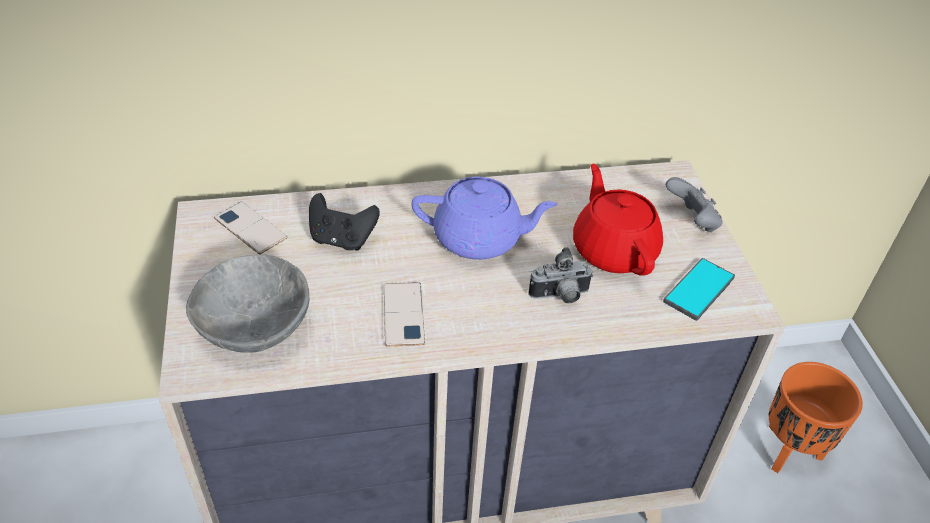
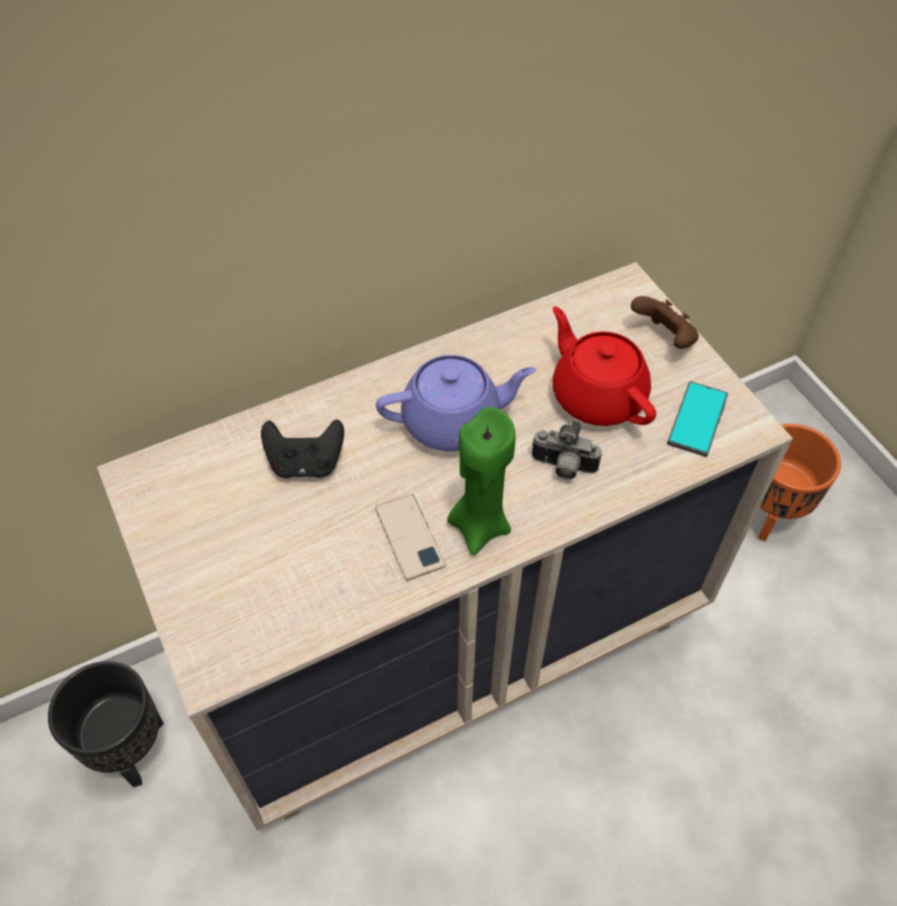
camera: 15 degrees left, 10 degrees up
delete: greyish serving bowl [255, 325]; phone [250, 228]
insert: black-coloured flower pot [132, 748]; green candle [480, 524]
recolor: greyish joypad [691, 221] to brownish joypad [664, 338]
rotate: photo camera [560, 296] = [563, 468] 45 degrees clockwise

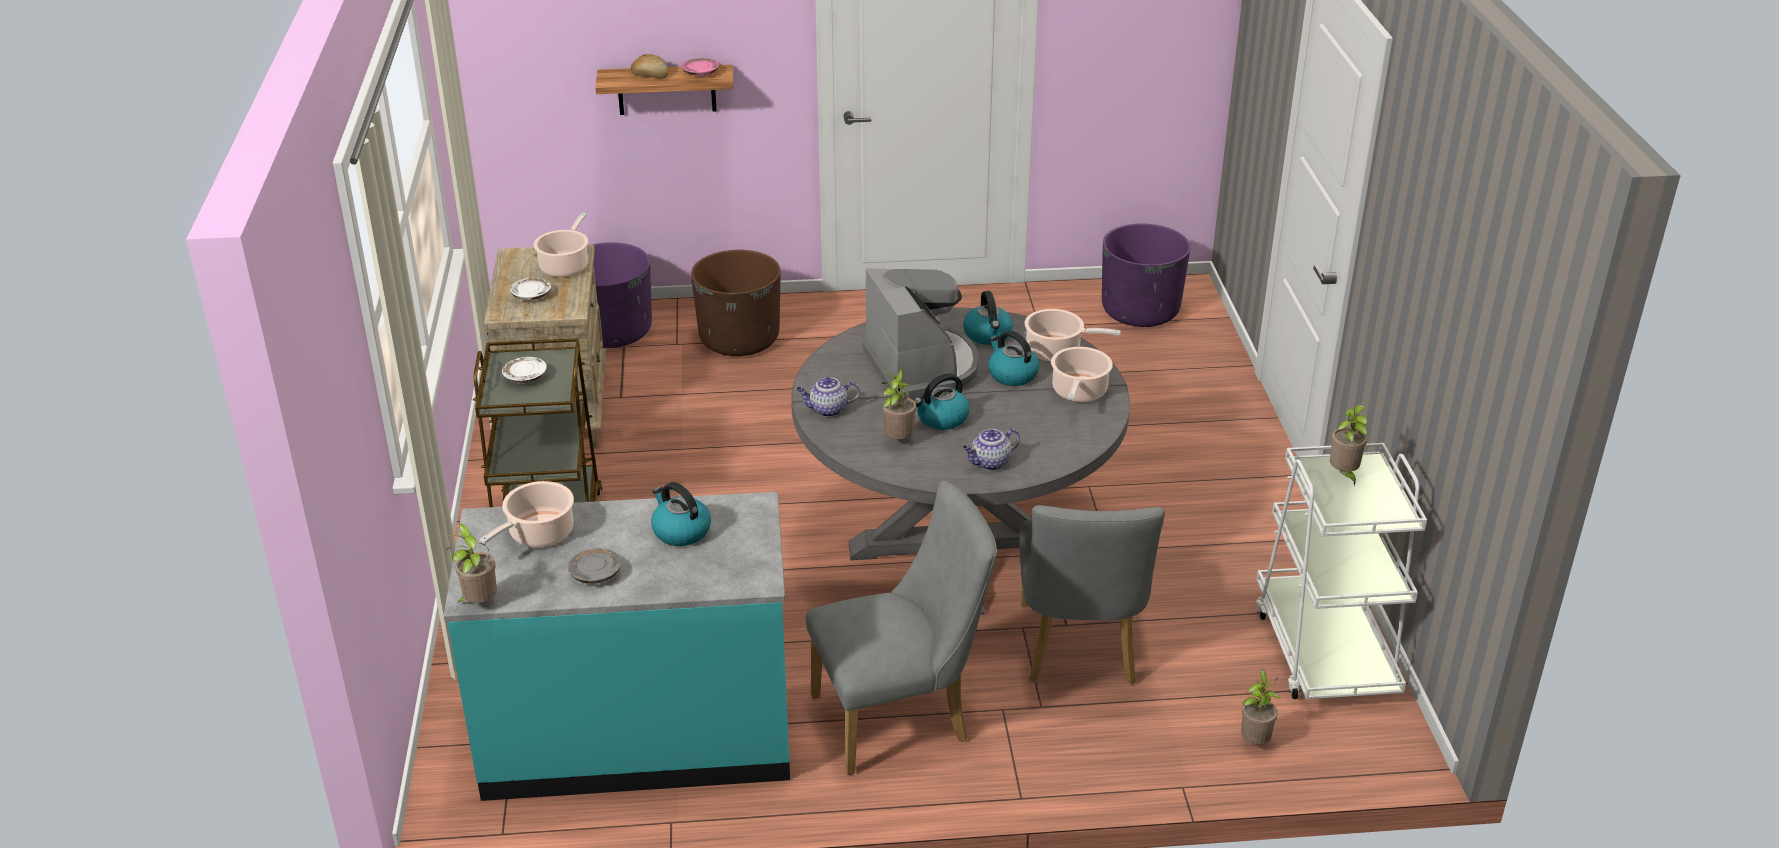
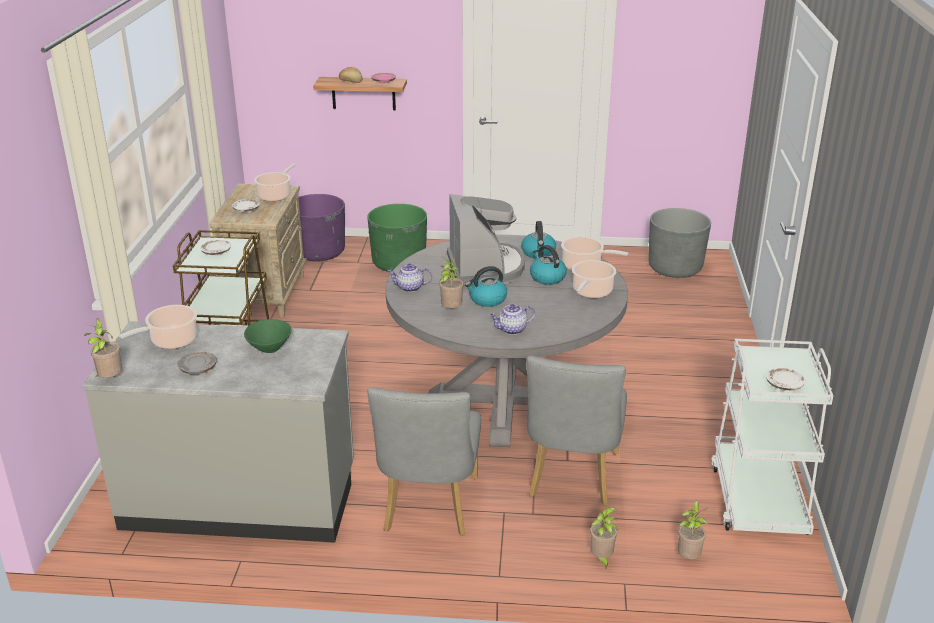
camera: 10 degrees right, 5 degrees down
insert: whitish plate [784, 385]
move: houseplant [1343, 475] to [601, 559]
replace: water kettle [680, 531] to green serving bowl [269, 348]
recolor: blue-green counter [638, 734] to greyish counter [240, 499]; brownish flower pot [739, 339] to green flower pot [399, 263]; purple flower pot [1140, 311] to greyish flower pot [675, 268]
rotate: greyish plain chair [901, 718] = [428, 509] 105 degrees clockwise

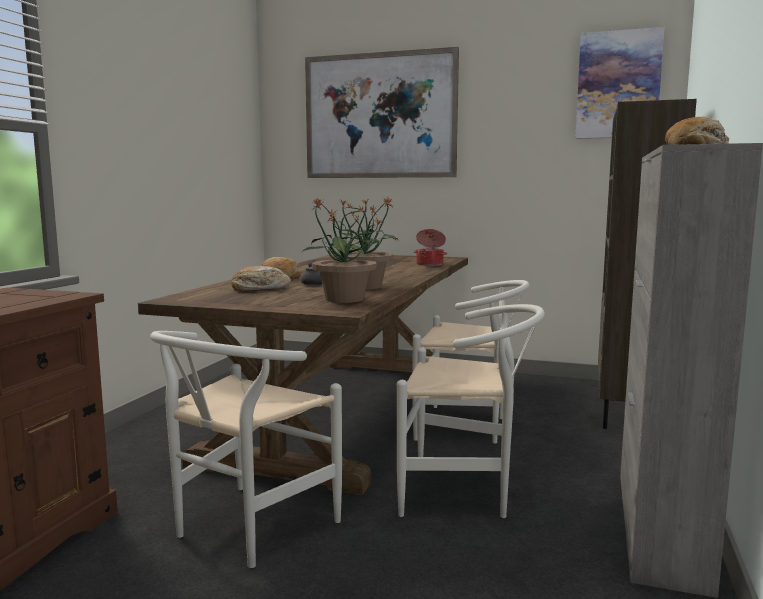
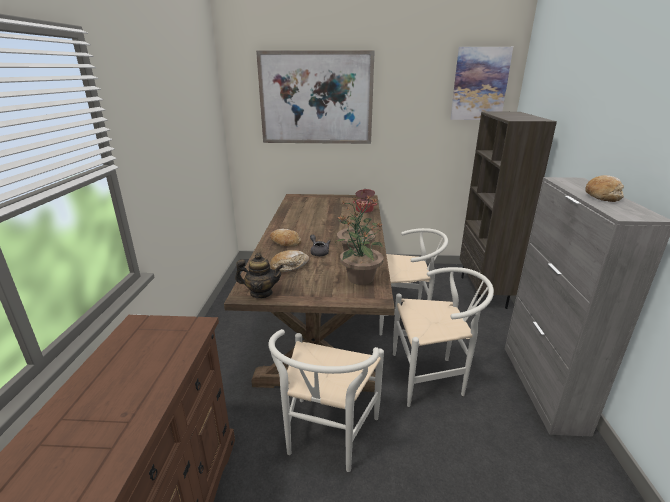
camera: 15 degrees left, 15 degrees up
insert: teapot [261, 293]

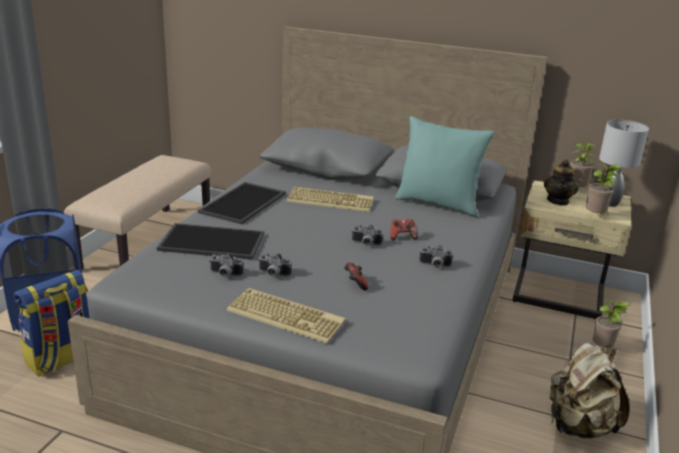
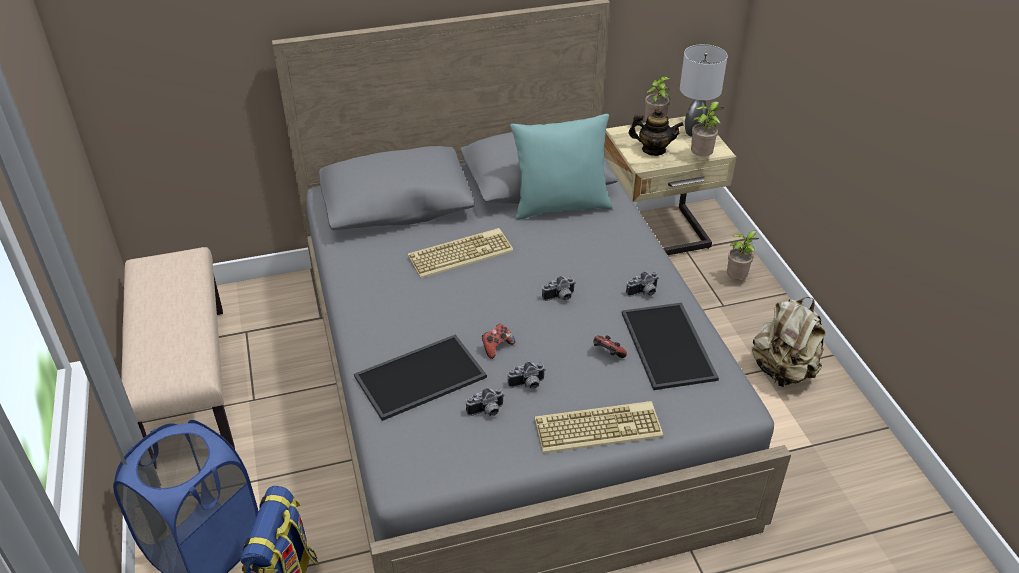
camera: 35 degrees left, 15 degrees up
move: joypad [402, 237] to [496, 347]; serving tray [244, 203] to [670, 346]
rotate: teapot [558, 201] = [653, 150] 60 degrees counterclockwise

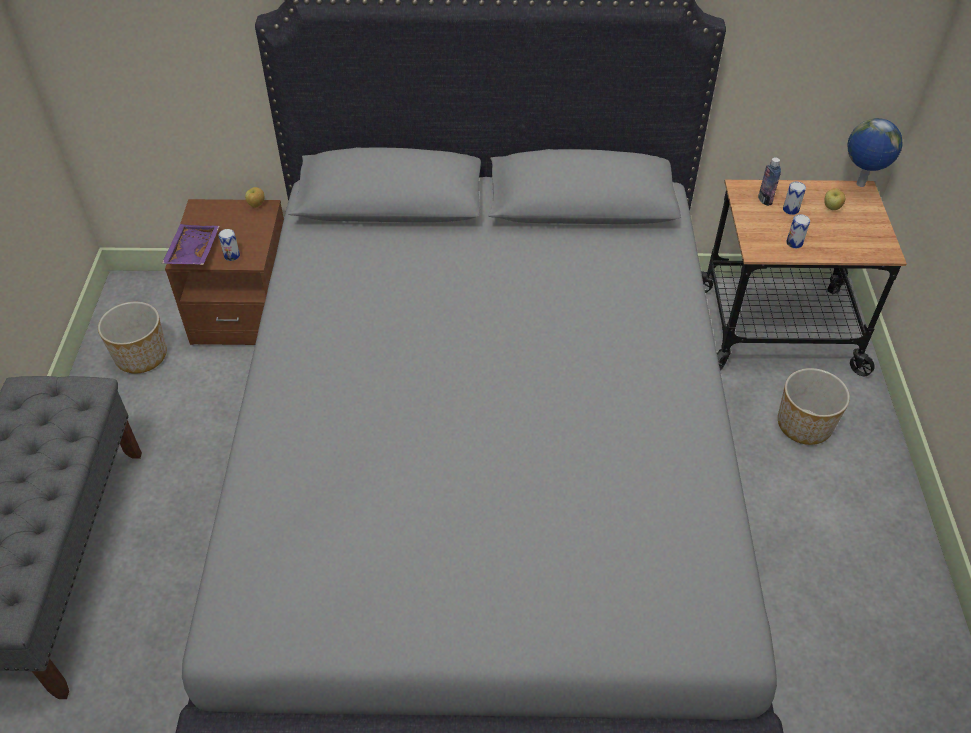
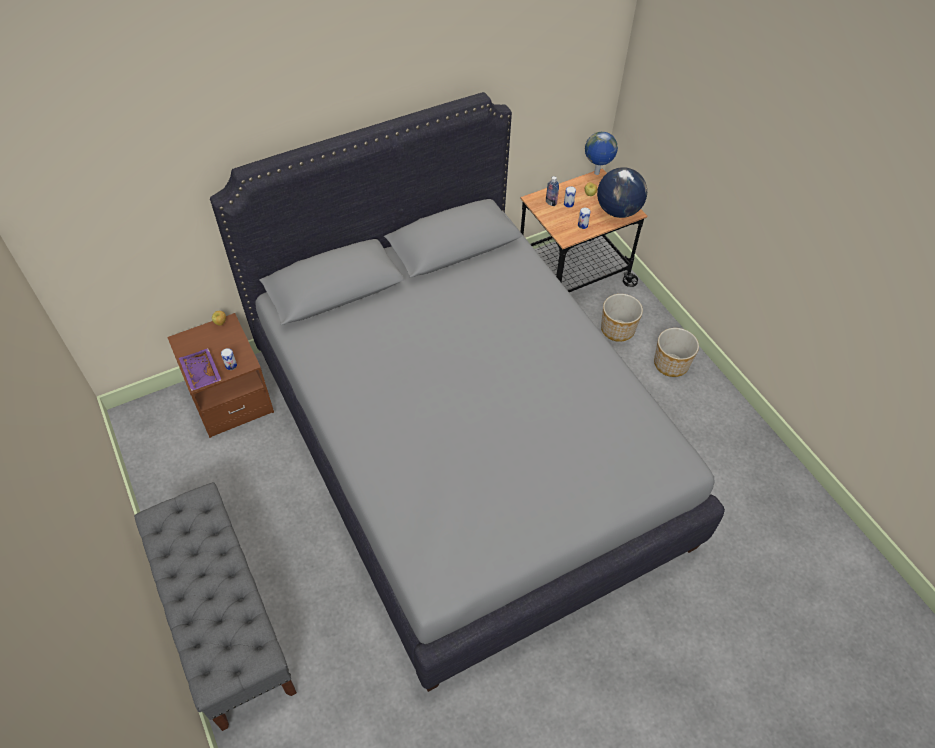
camera: 30 degrees left, 5 degrees up
insert: globe [618, 211]
move: flower pot [142, 356] to [671, 364]

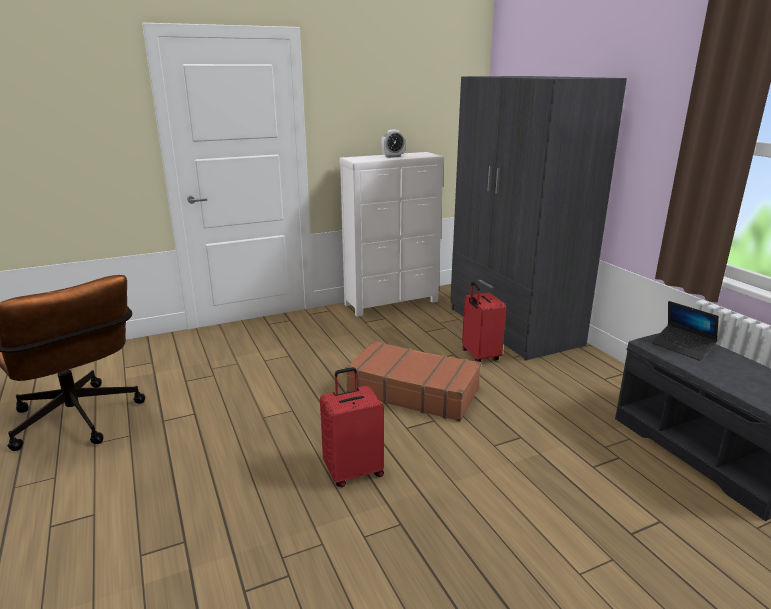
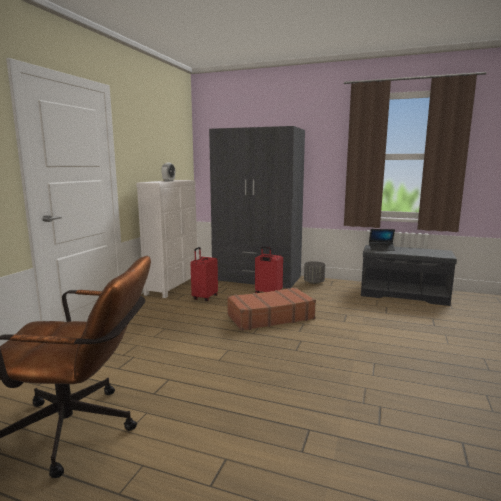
camera: 45 degrees left, 10 degrees down
insert: greyish flower pot [314, 282]
move: red-coloured piece of luggage [353, 471] to [204, 297]

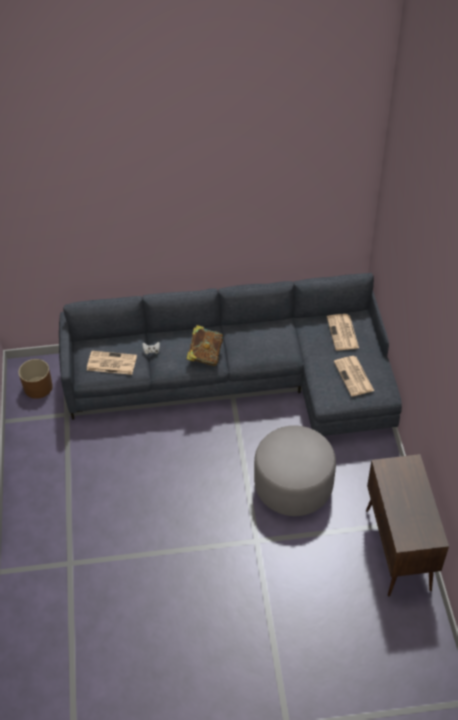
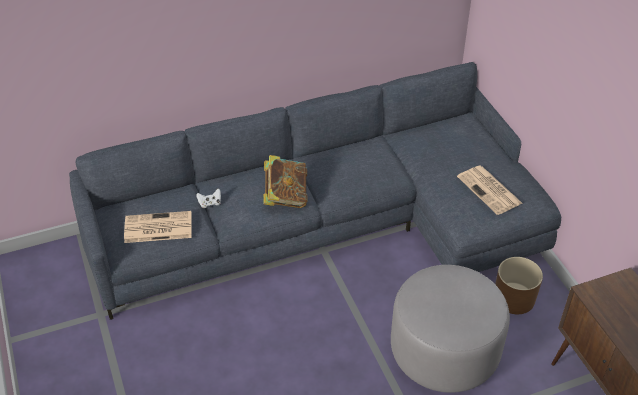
camera: 15 degrees left, 5 degrees down
delete: daily paper [343, 333]
move: brownish flower pot [38, 387] to [514, 298]

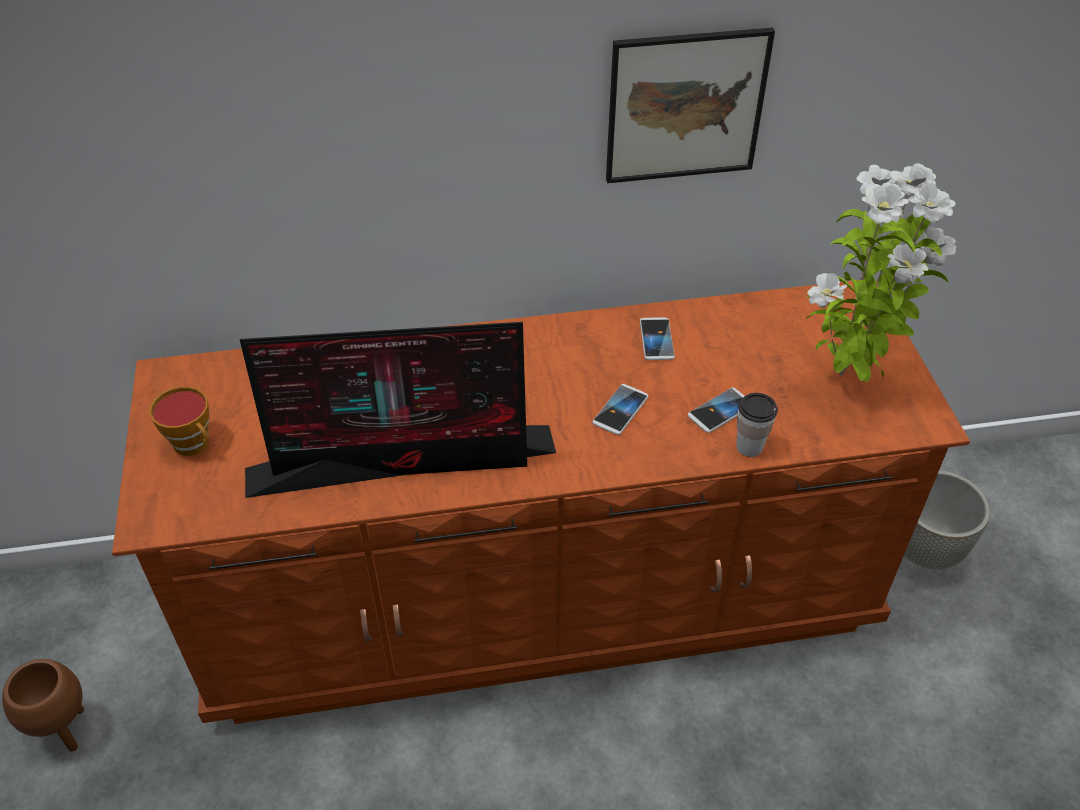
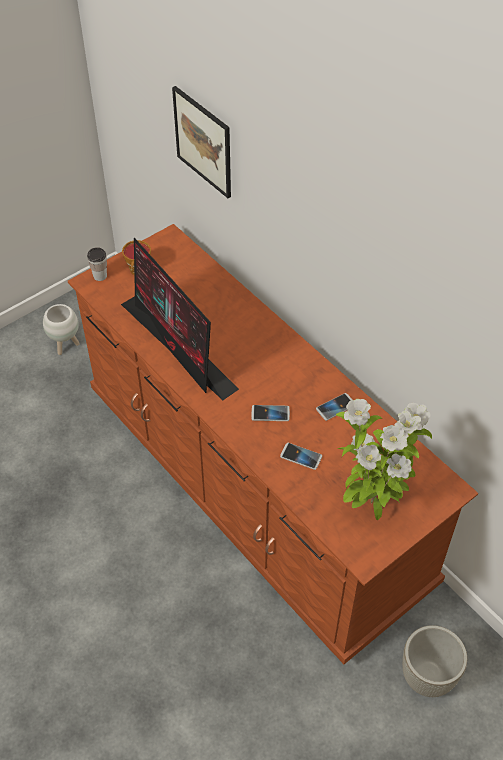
camera: 60 degrees right, 5 degrees up
move: small cup [749, 447] to [100, 276]; wall art [685, 106] to [203, 142]
recolor: brownish flower pot [64, 731] to whitish flower pot [65, 345]

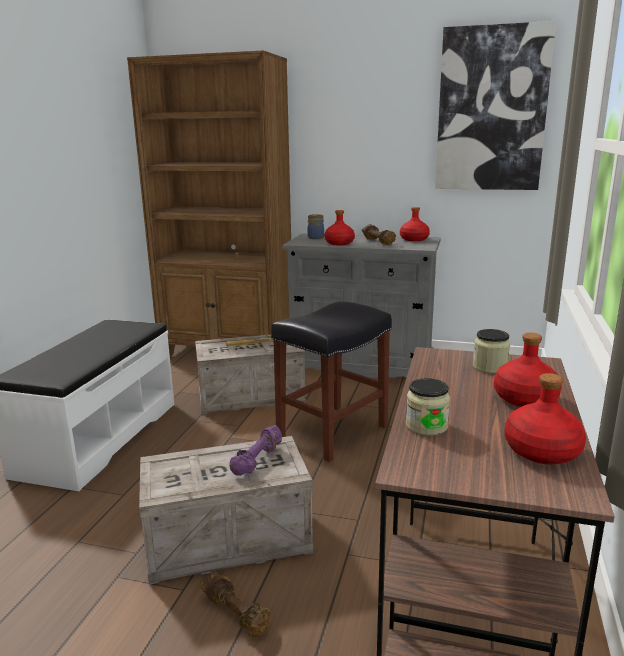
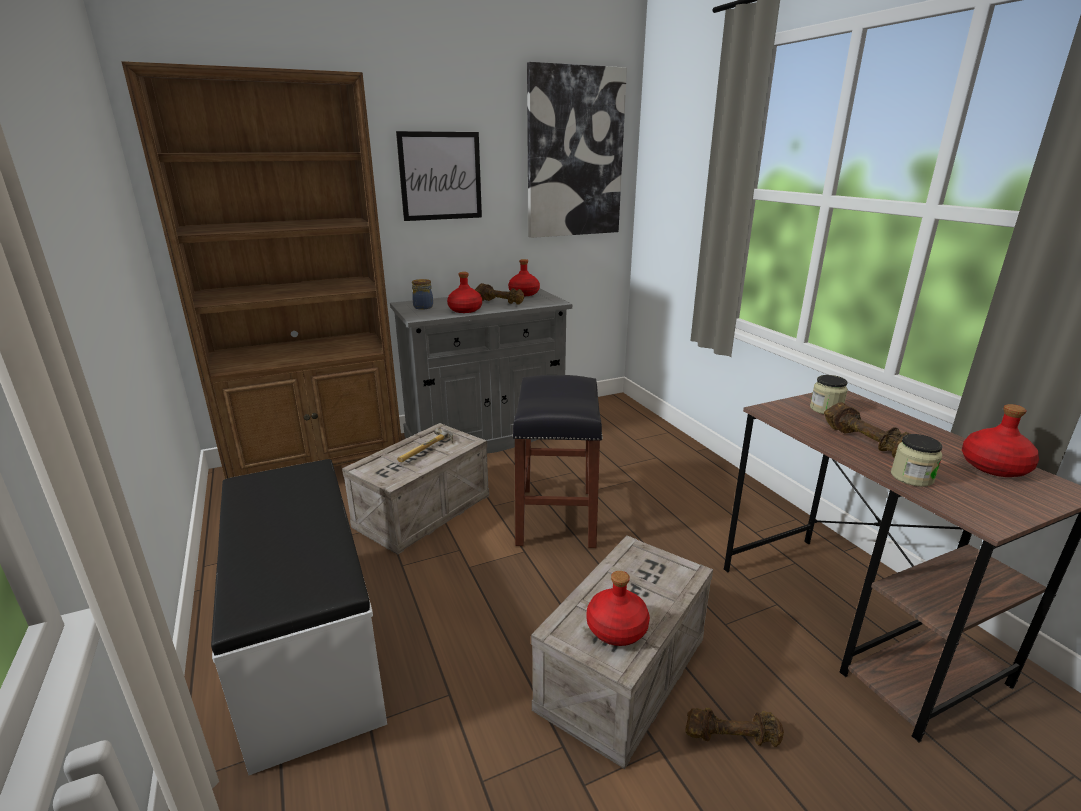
camera: 40 degrees left, 5 degrees up
delete: purple free weight [258, 460]
insert: wall art [440, 176]; brownish free weight [865, 442]
move: red-coloured drink bottle [525, 399] to [617, 629]

